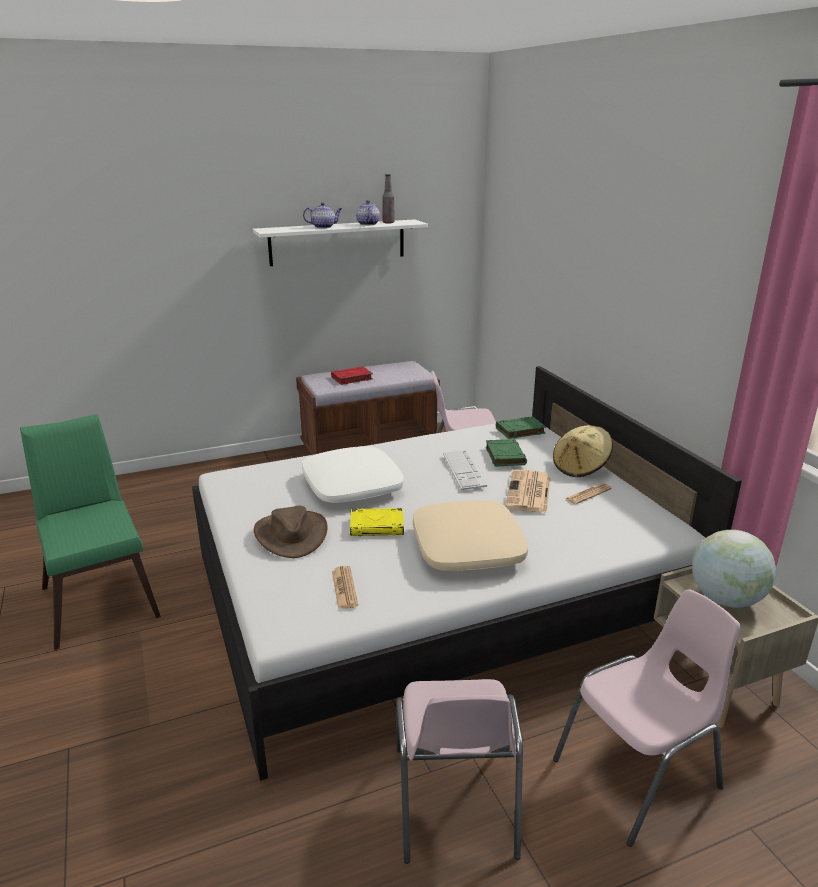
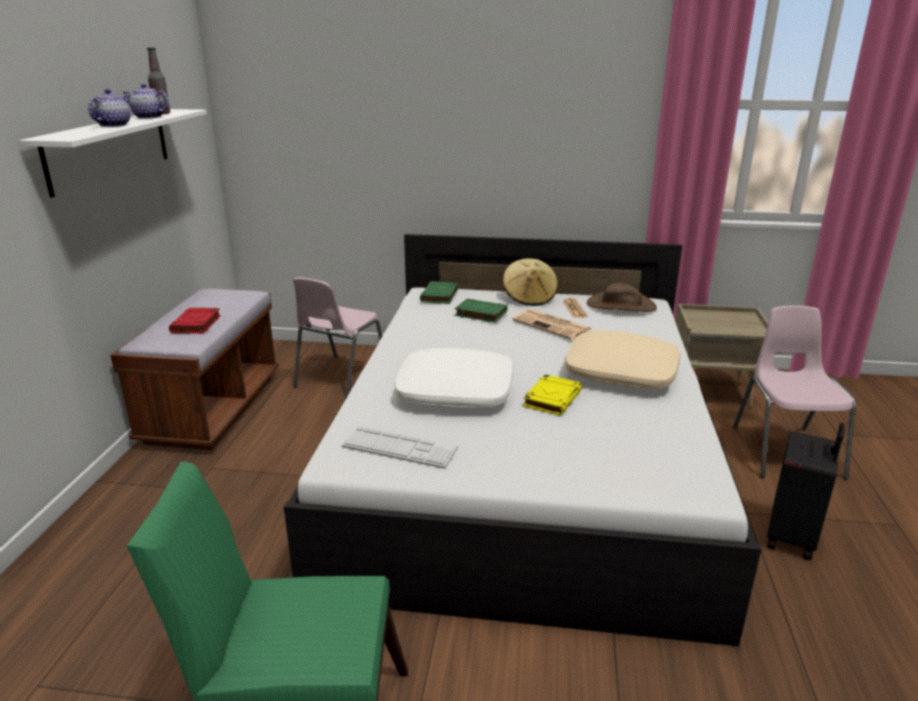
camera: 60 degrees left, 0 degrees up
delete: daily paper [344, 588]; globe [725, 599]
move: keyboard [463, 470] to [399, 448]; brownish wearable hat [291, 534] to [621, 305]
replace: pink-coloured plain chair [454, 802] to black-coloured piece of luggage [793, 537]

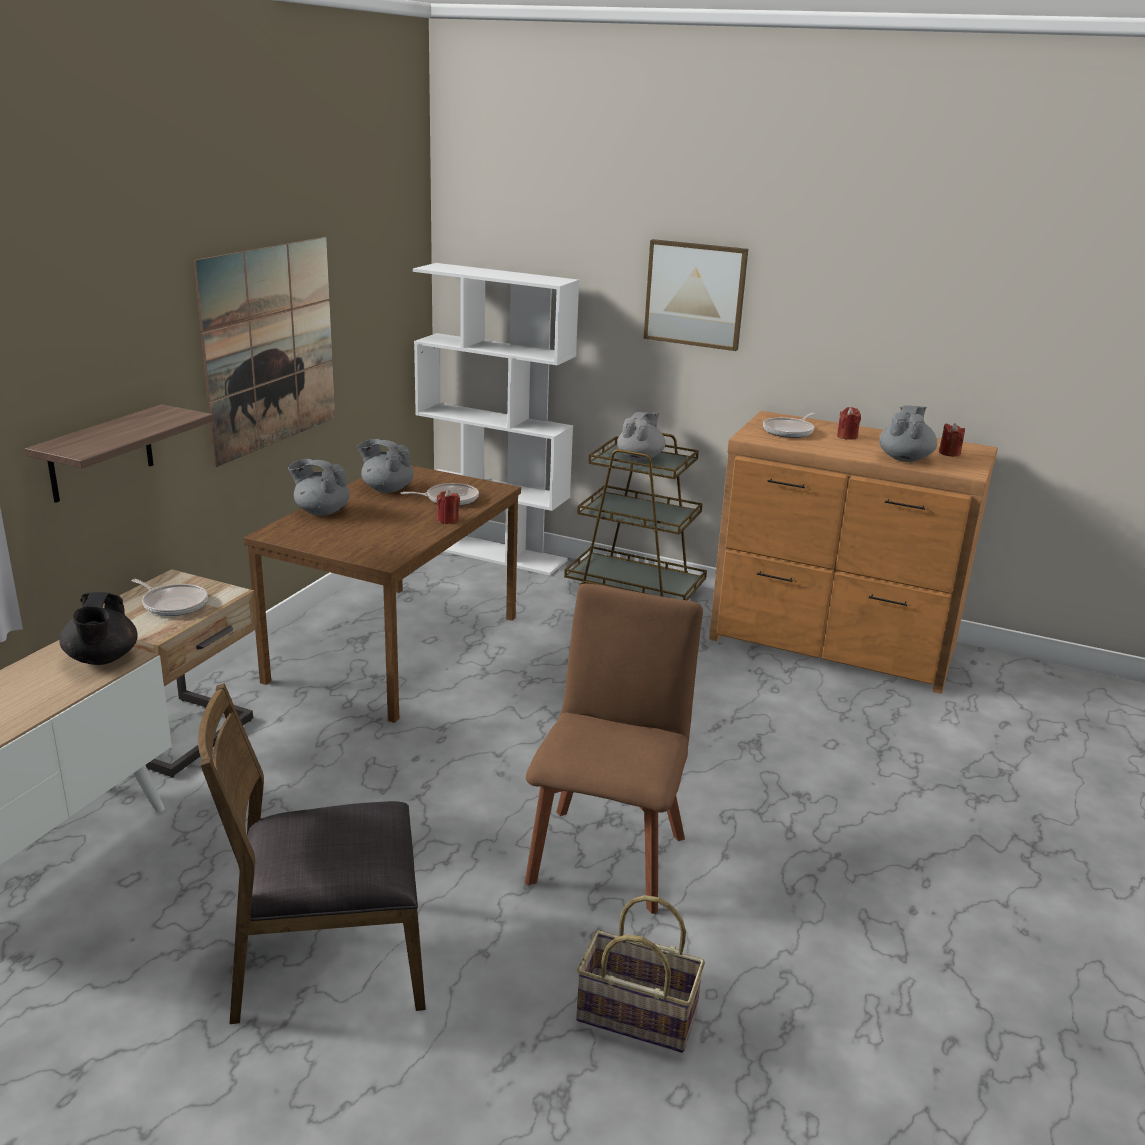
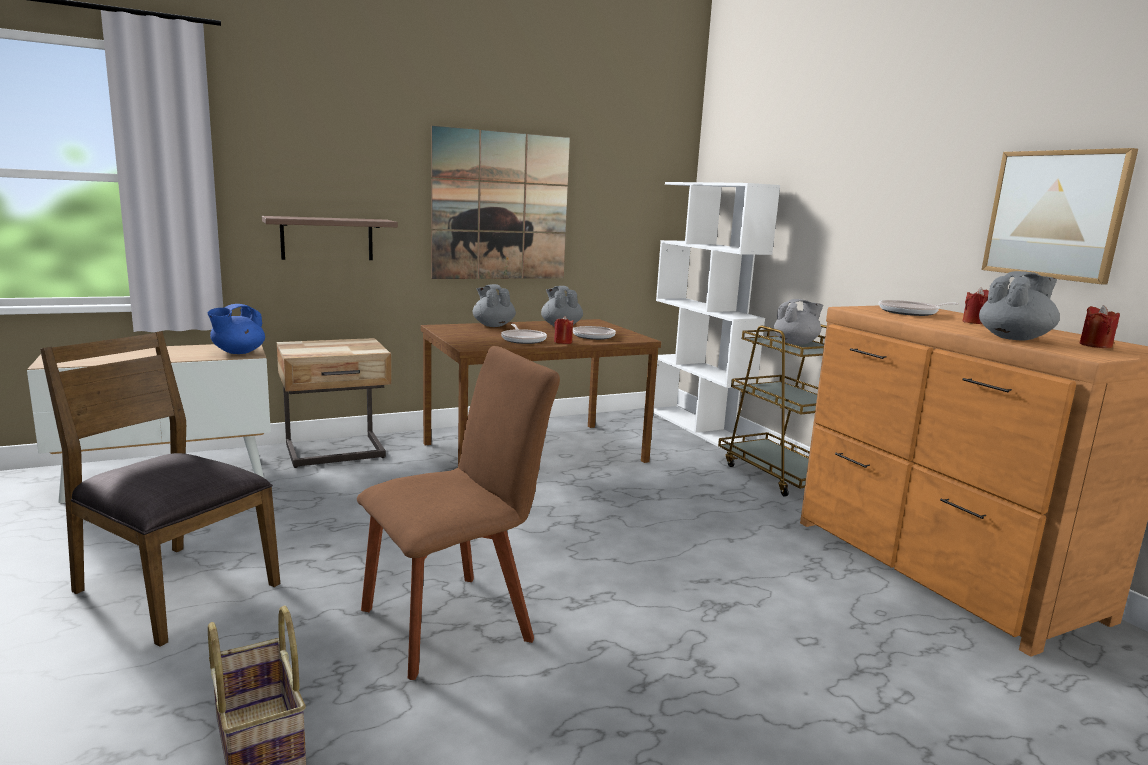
camera: 40 degrees right, 10 degrees down
move: frying pan [173, 604] to [523, 340]; wall art [695, 294] to [1055, 215]
recolor: black-coloured teapot [102, 659] to blue teapot [238, 352]

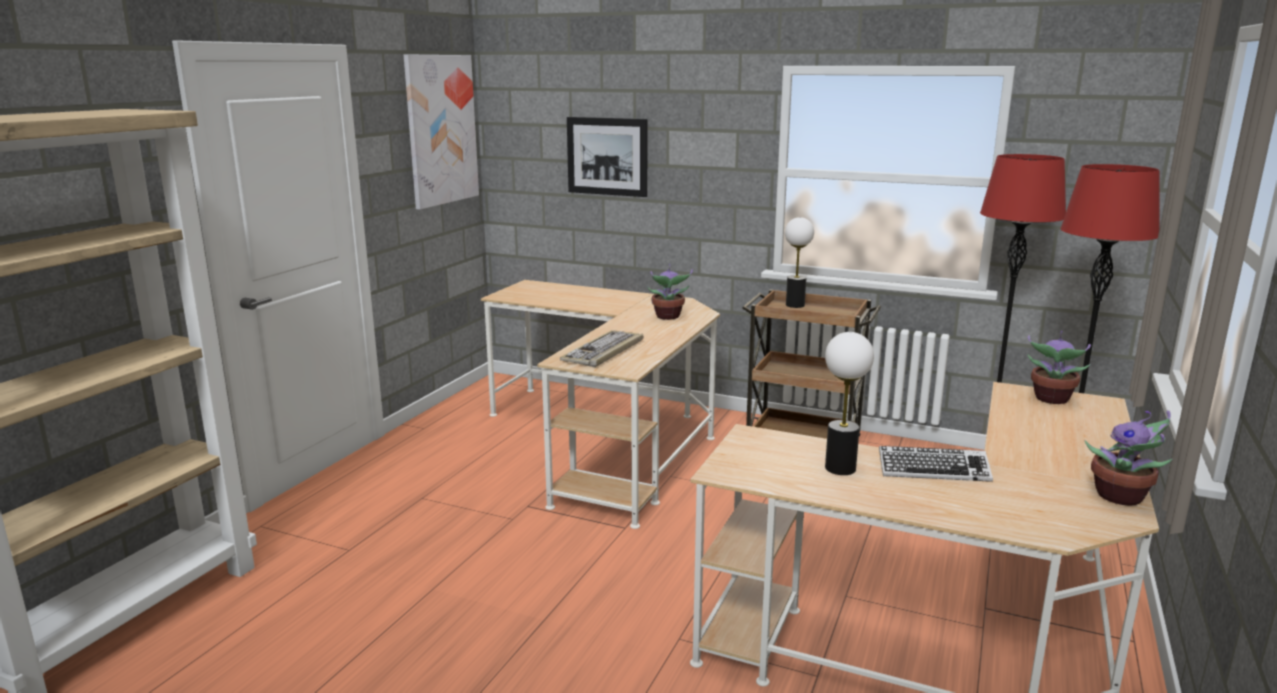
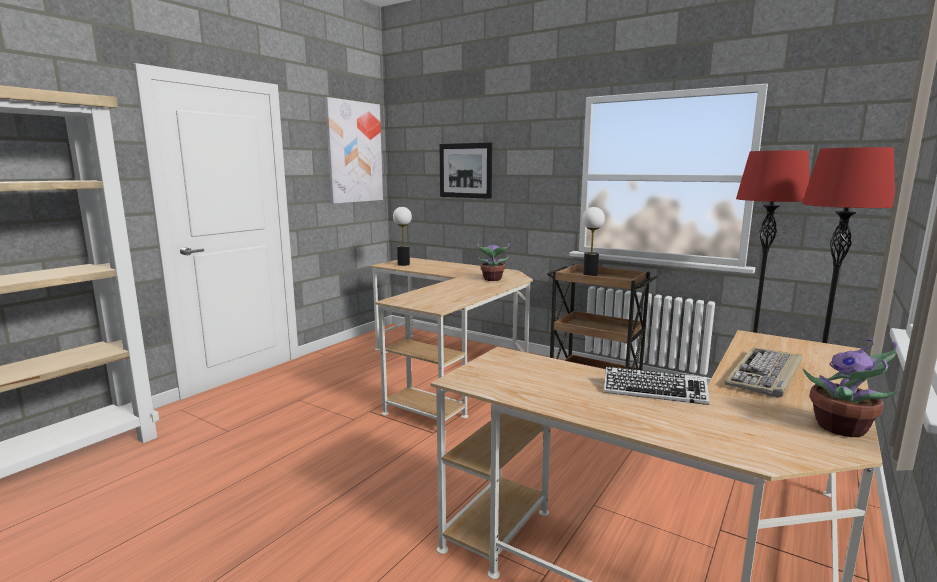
camera: 10 degrees right, 5 degrees down
delete: houseplant [1051, 399]
move: lamp for a table [840, 468] to [403, 264]; keyboard [604, 351] to [765, 375]

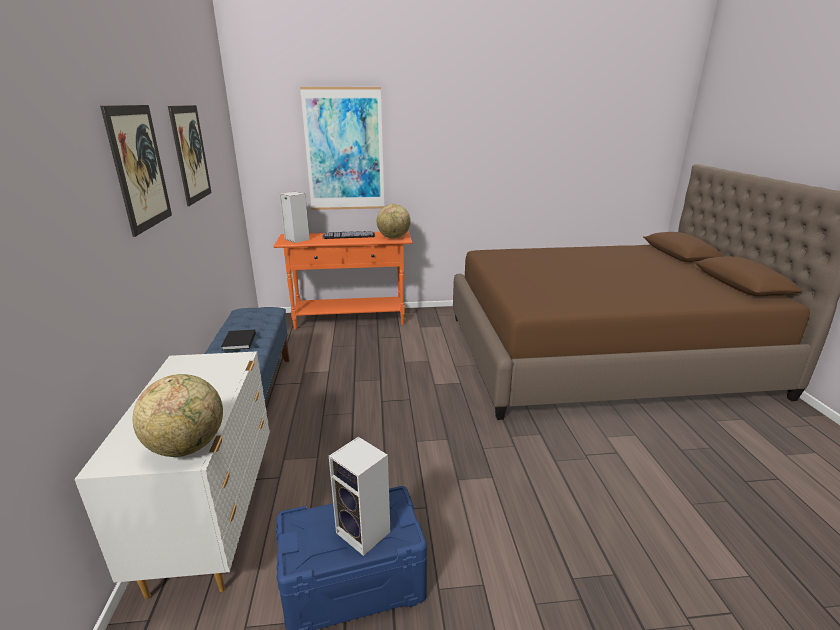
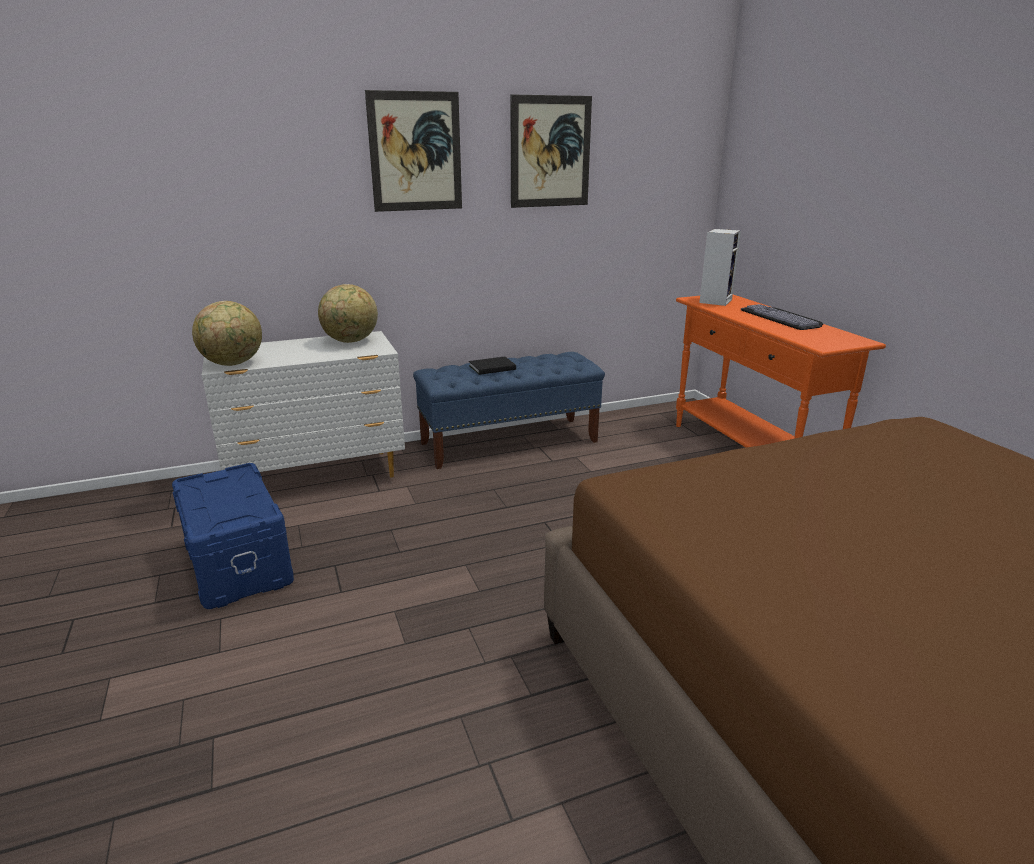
camera: 75 degrees right, 0 degrees up
delete: wall art [344, 150]; speaker [365, 533]
move: globe [394, 237] to [351, 341]

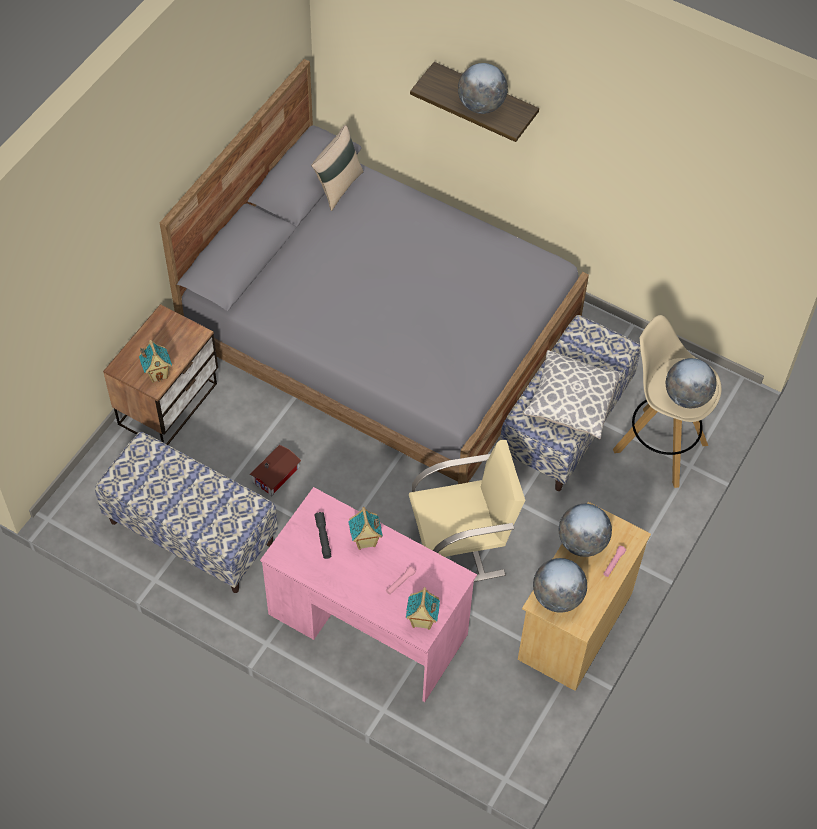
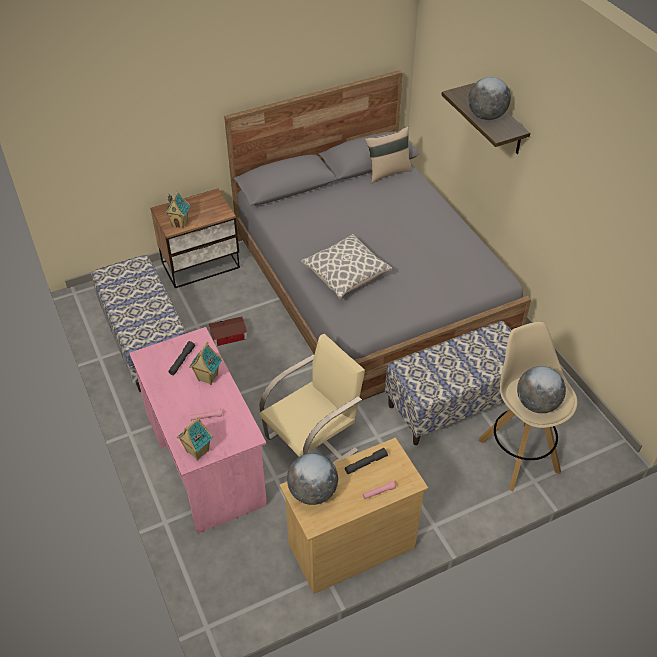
camera: 35 degrees right, 10 degrees down
move: pillow [571, 403] to [346, 275]
replace: globe [582, 542] to greyish torch [366, 463]
rotate: beige plain chair [461, 546] = [313, 443] 60 degrees counterclockwise

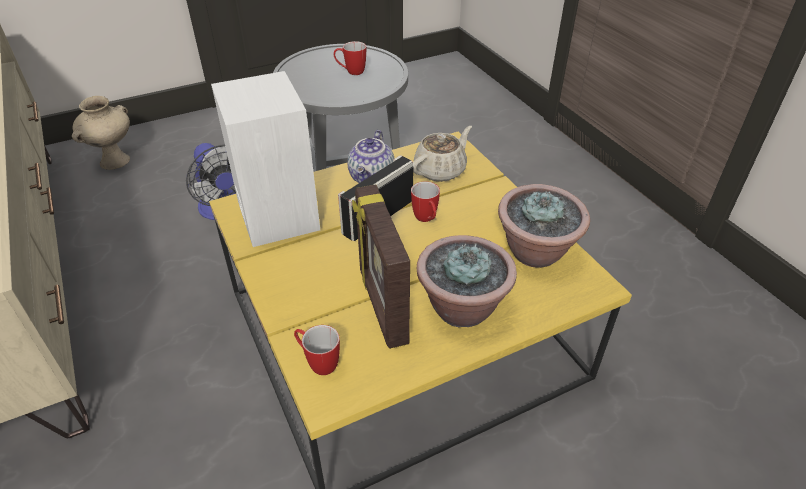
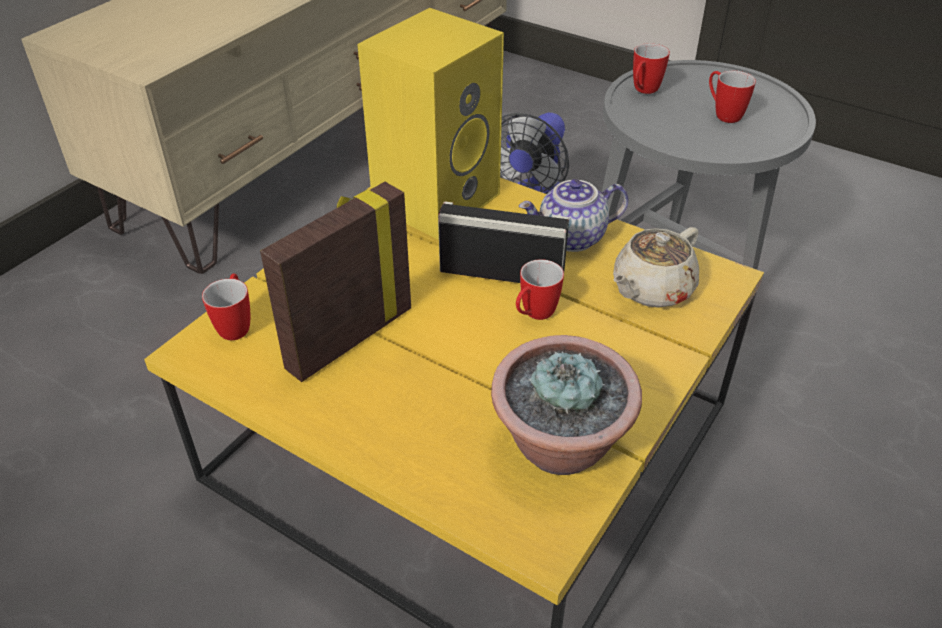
camera: 60 degrees right, 0 degrees up
delete: beige flower vase [115, 162]; houseplant [462, 308]
insert: mug [643, 91]
recolor: whitish speaker [275, 214] to yellow speaker [436, 198]
rotate: beige teapot [441, 170] = [651, 289] 120 degrees clockwise

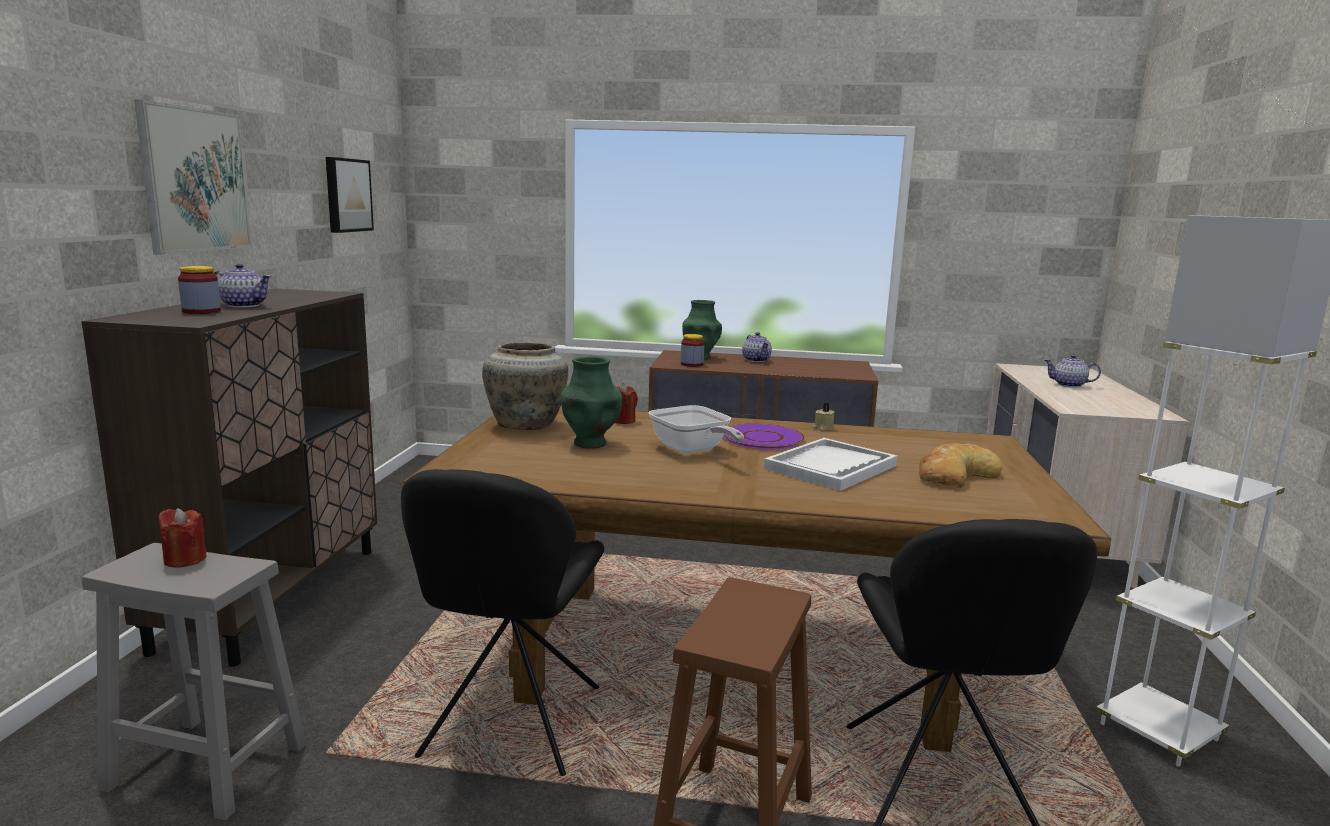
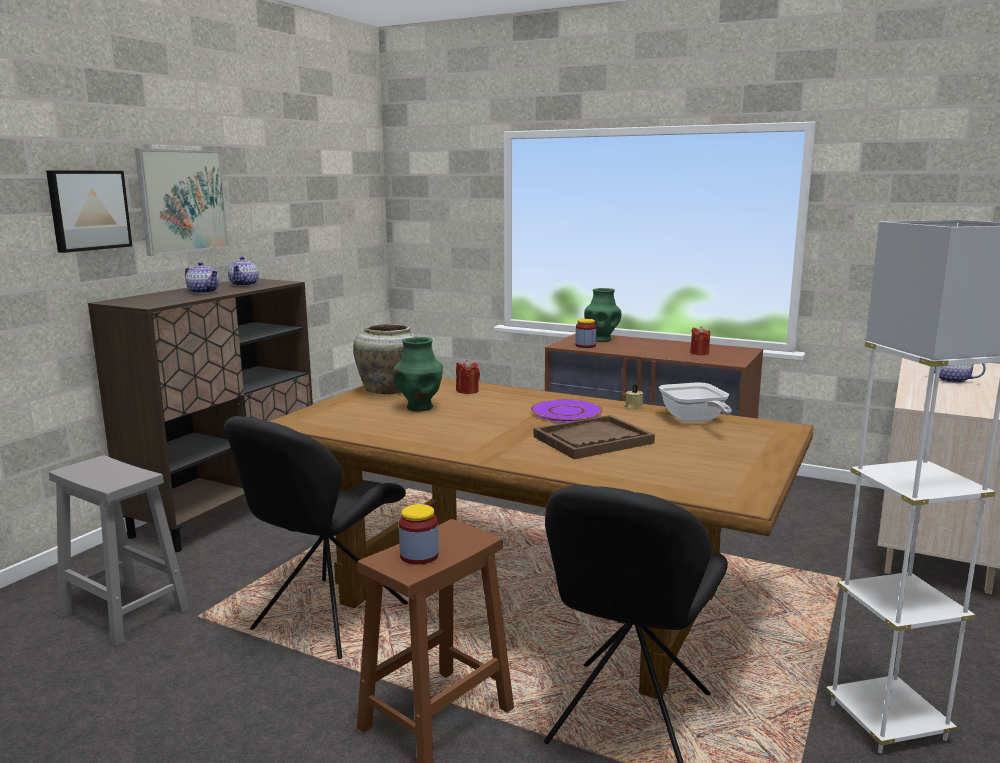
camera: 20 degrees right, 0 degrees up
delete: bread [954, 475]
move: wall art [346, 195] to [88, 210]; teapot [756, 360] to [244, 285]; storage jar [201, 311] to [419, 555]; frying pan [692, 451] to [694, 421]; red-coloured candle [185, 559] to [699, 353]
recolor: whitish serving tray [831, 467] to brownish serving tray [593, 440]

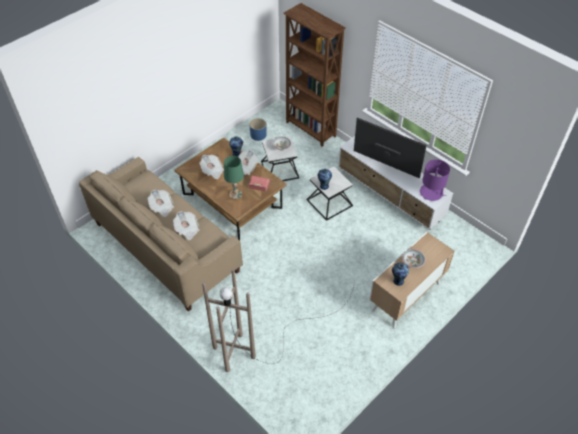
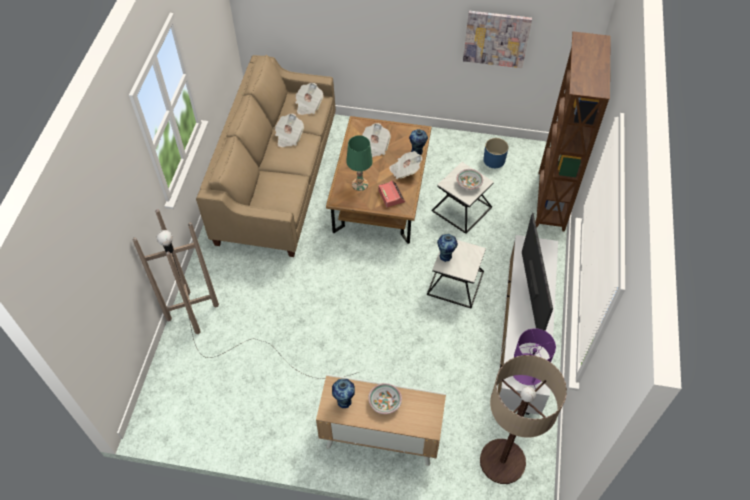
camera: 55 degrees right, 5 degrees up
insert: wall art [496, 38]; floor lamp [502, 461]
move: daily paper [187, 230] to [308, 105]

